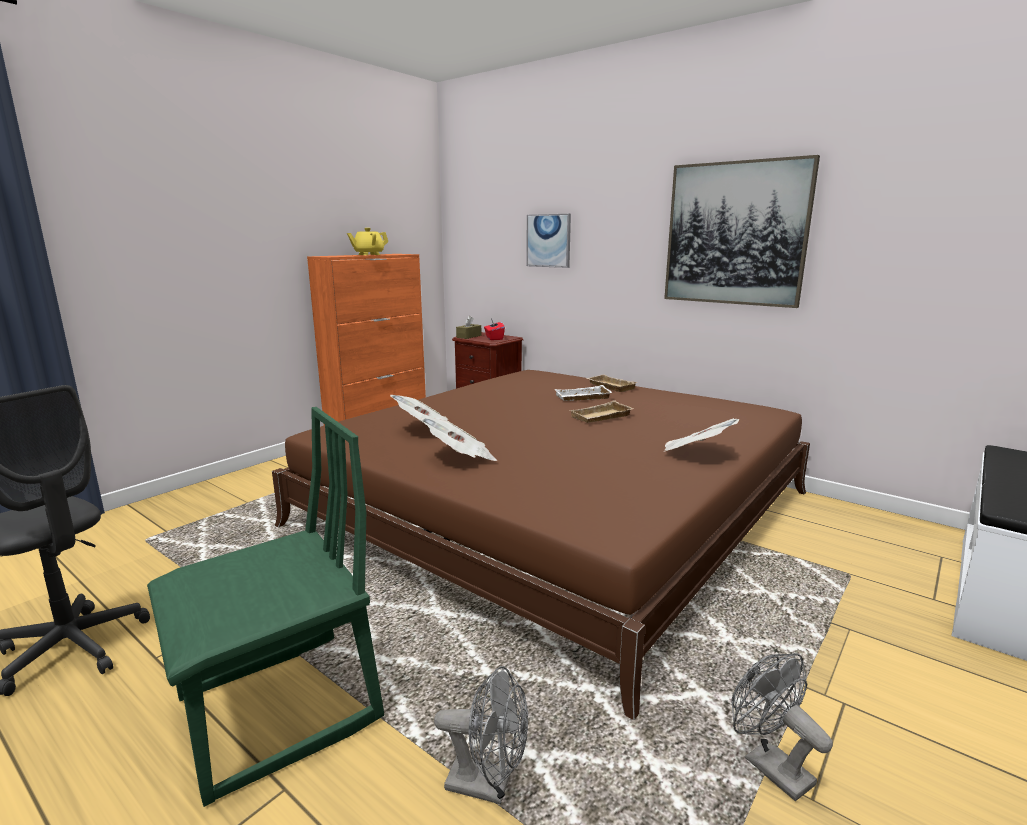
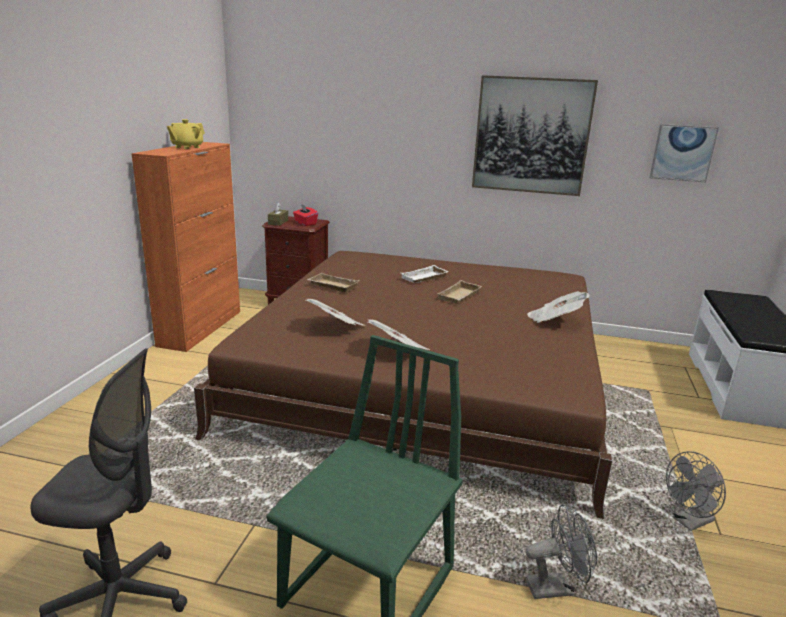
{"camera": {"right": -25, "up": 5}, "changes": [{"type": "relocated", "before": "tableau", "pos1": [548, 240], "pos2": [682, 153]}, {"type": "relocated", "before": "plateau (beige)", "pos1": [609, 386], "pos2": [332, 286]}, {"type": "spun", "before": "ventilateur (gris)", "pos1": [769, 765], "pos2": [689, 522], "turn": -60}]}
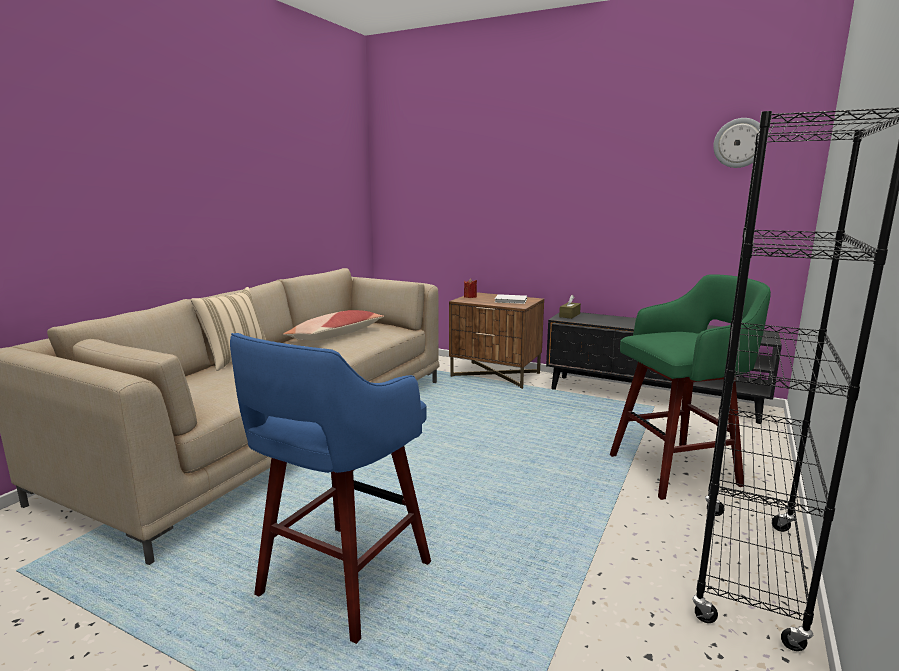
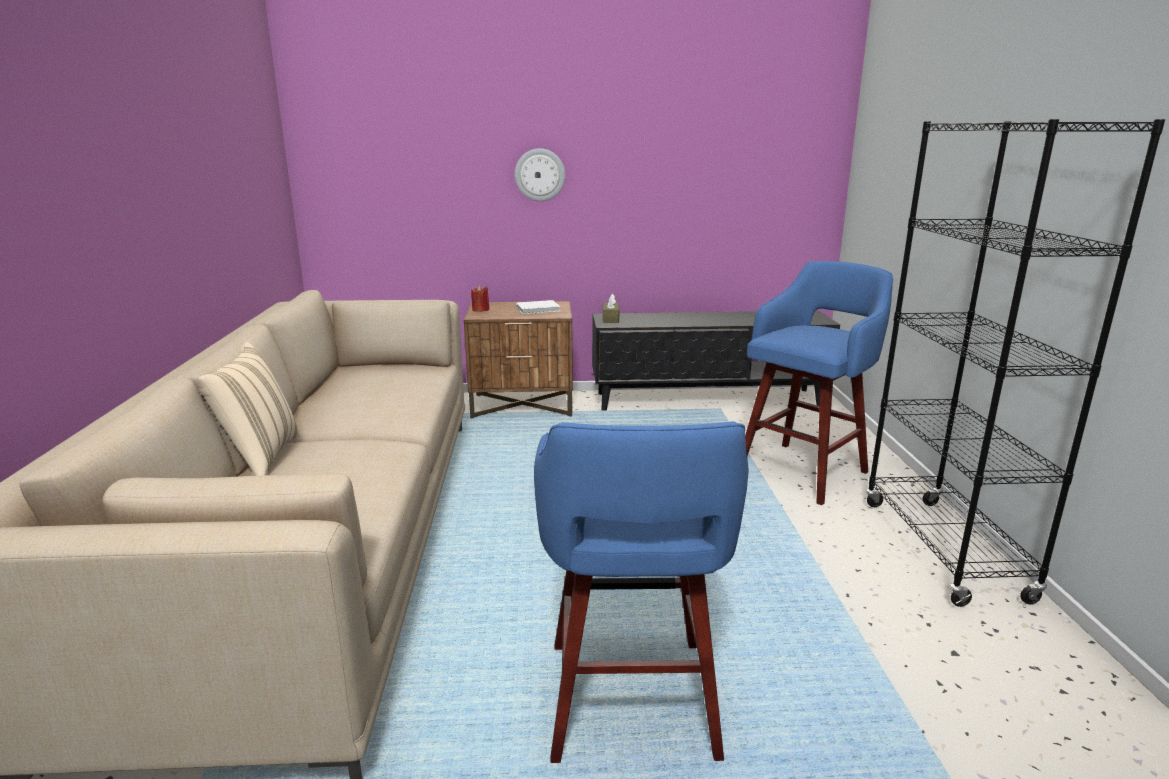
{"camera": {"right": -30, "up": 5}, "changes": [{"type": "relocated", "before": "horloge murale", "pos1": [739, 143], "pos2": [540, 175]}, {"type": "colour", "before": "tabouret (vert)", "after": "tabouret (bleu)", "pos1": [677, 469], "pos2": [804, 471]}, {"type": "missing", "before": "coussin", "pos1": [335, 336]}]}
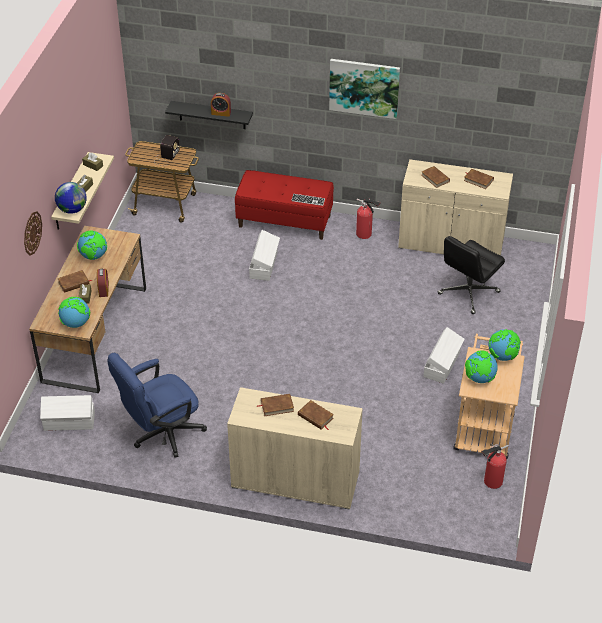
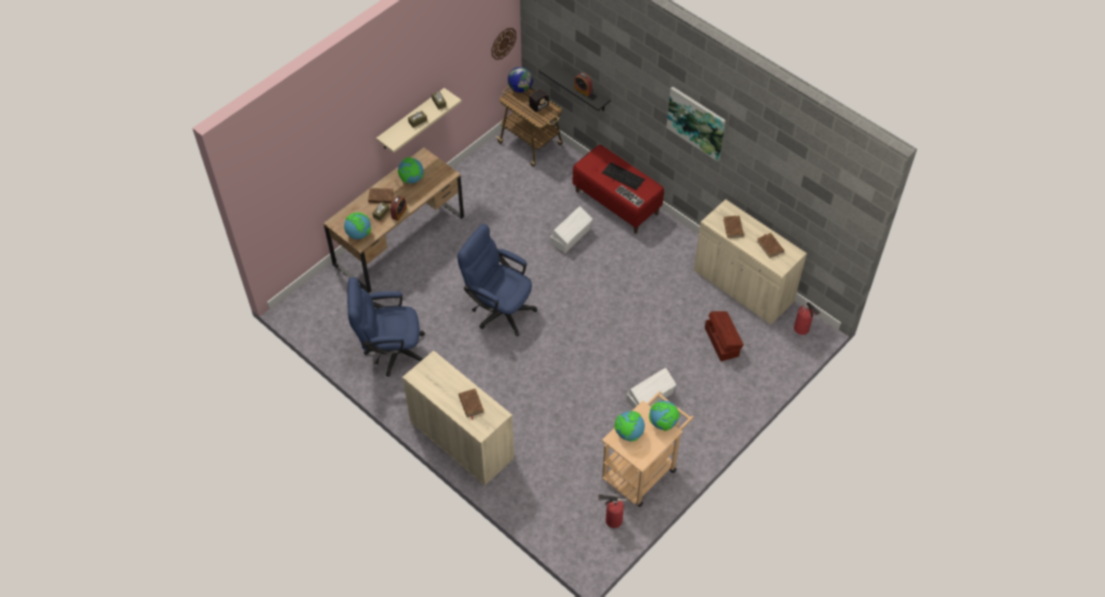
{"camera": {"right": 30, "up": 10}, "changes": [{"type": "relocated", "before": "globe", "pos1": [72, 209], "pos2": [520, 88]}, {"type": "relocated", "before": "extincteur", "pos1": [365, 234], "pos2": [802, 329]}, {"type": "relocated", "before": "horloge murale", "pos1": [32, 233], "pos2": [503, 43]}, {"type": "exchanged", "before": "chaise de bureau (noir)", "after": "boîte de rangement (marron)", "pos1": [468, 293], "pos2": [722, 341]}, {"type": "missing", "before": "livre (marron)", "pos1": [277, 406]}, {"type": "missing", "before": "boîte de rangement (blanc)", "pos1": [69, 422]}, {"type": "appeared", "after": "clavier", "pos2": [623, 176]}, {"type": "appeared", "after": "chaise de bureau (bleu)", "pos2": [499, 309]}]}
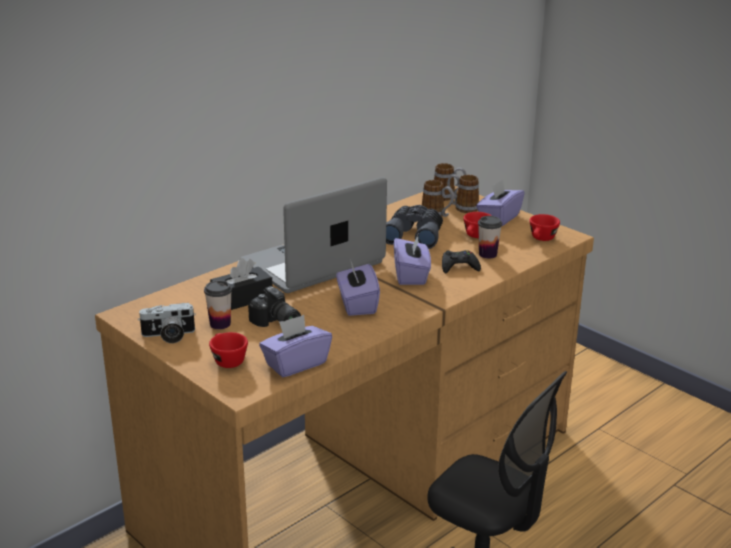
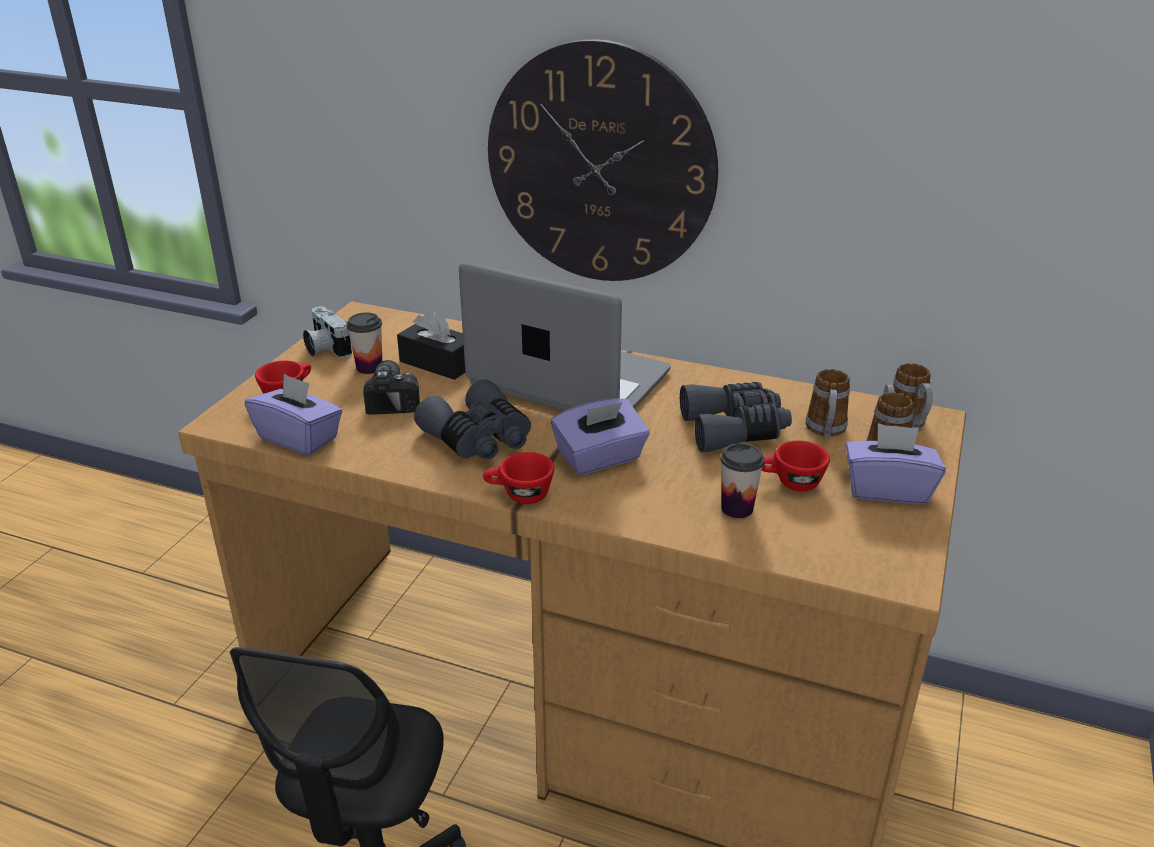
{"camera": {"right": 65, "up": 5}, "changes": [{"type": "relocated", "before": "tasse (rouge)", "pos1": [541, 239], "pos2": [519, 495]}, {"type": "missing", "before": "manette (noir)", "pos1": [459, 266]}, {"type": "exchanged", "before": "boîte à mouchoirs (violet)", "after": "jumelles (gris)", "pos1": [357, 304], "pos2": [479, 439]}, {"type": "spun", "before": "appareil photo", "pos1": [276, 322], "pos2": [394, 398], "turn": 150}, {"type": "appeared", "after": "horloge murale", "pos2": [600, 165]}]}
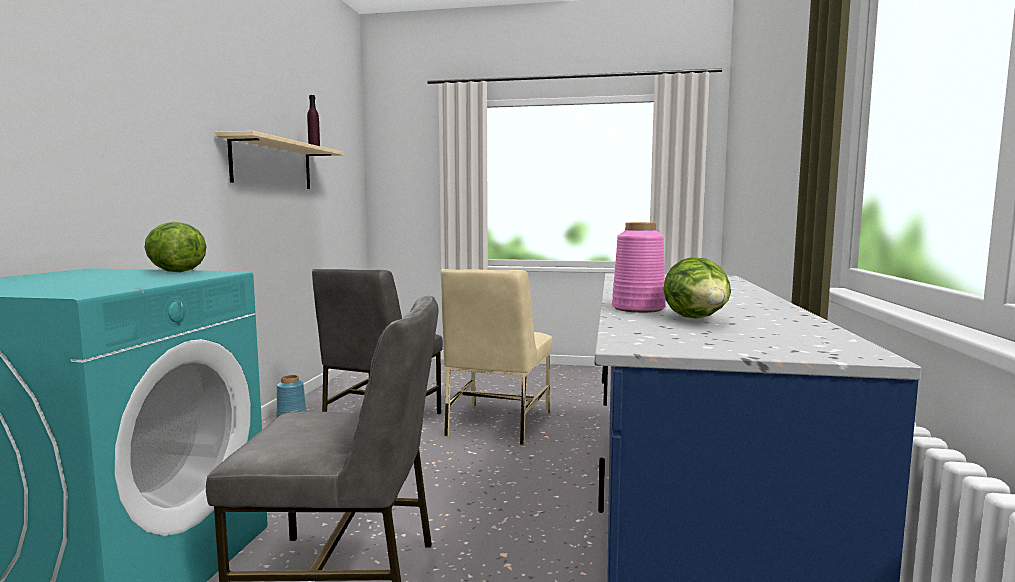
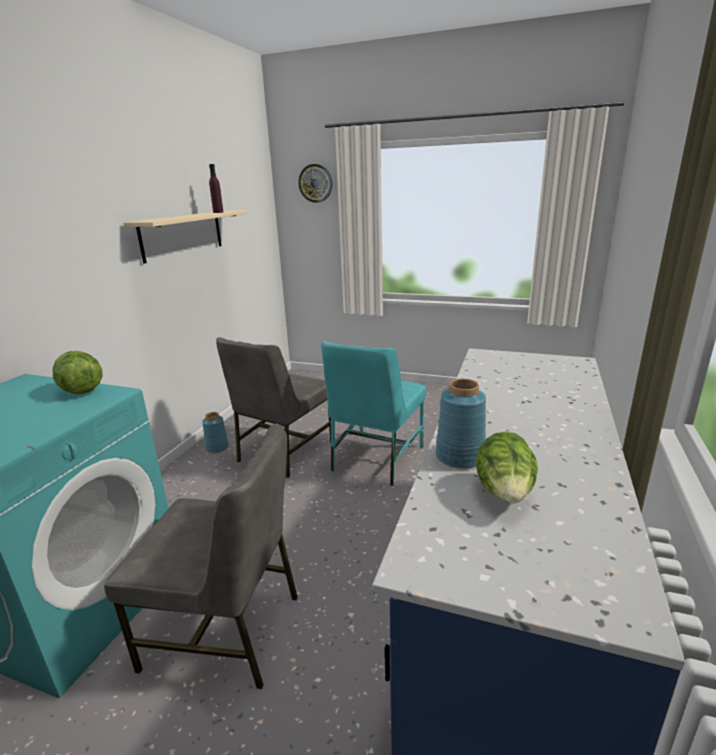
{"camera": {"right": 10, "up": 15}, "changes": [{"type": "colour", "before": "vase (rose)", "after": "vase (bleu)", "pos1": [639, 309], "pos2": [460, 457]}, {"type": "colour", "before": "chaise (beige)", "after": "chaise (turquoise)", "pos1": [496, 424], "pos2": [375, 459]}, {"type": "appeared", "after": "horloge murale", "pos2": [315, 183]}]}
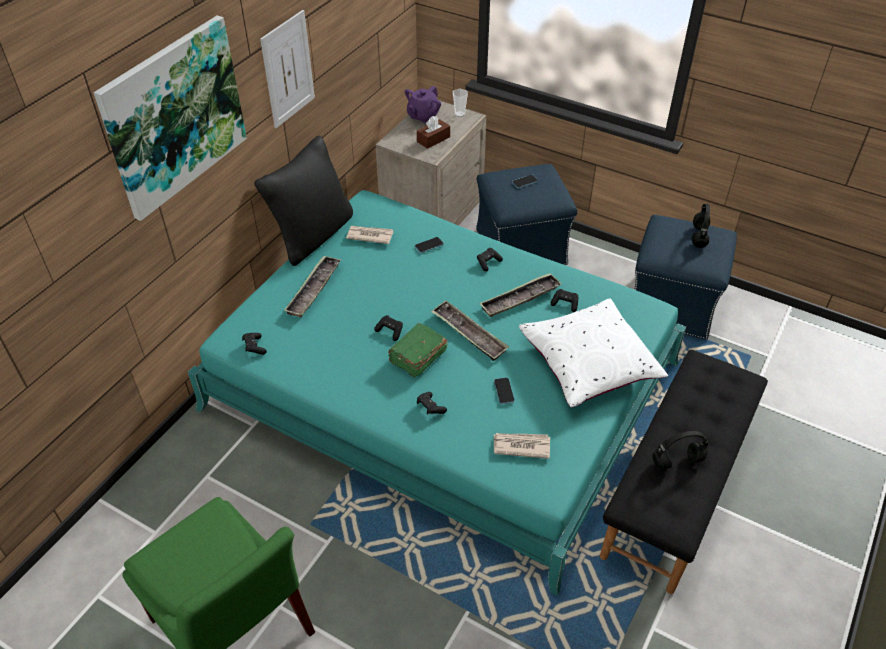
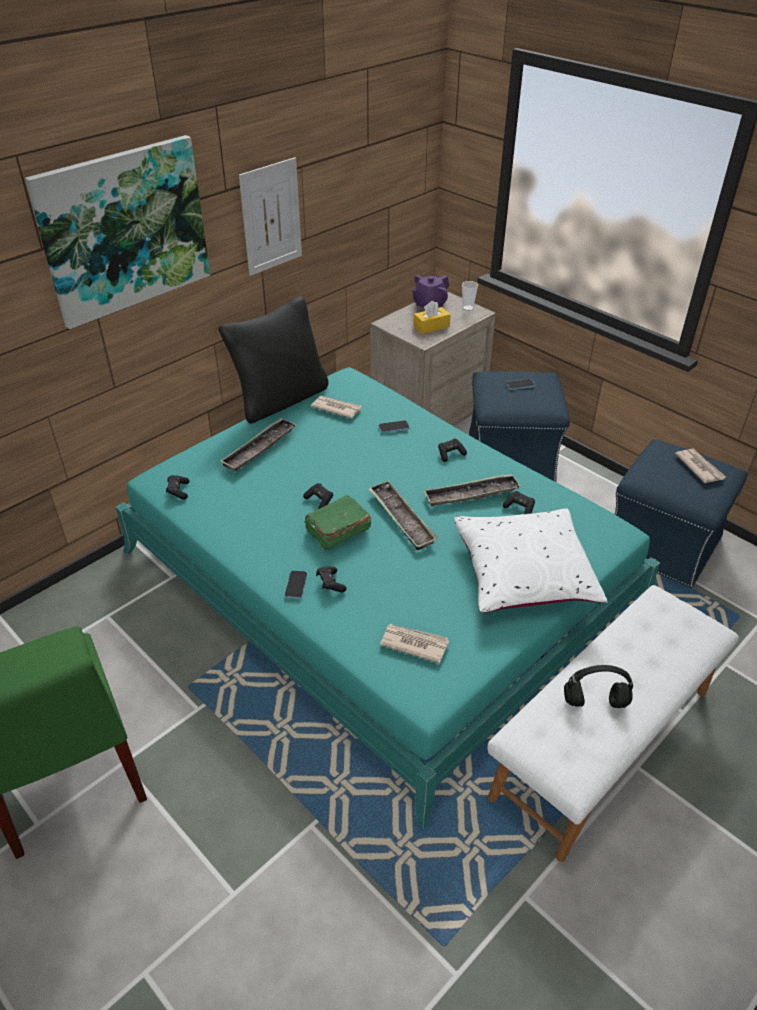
{"camera": {"right": 15, "up": -5}, "changes": [{"type": "colour", "before": "boîte à mouchoirs (marron)", "after": "boîte à mouchoirs (jaune)", "pos1": [433, 139], "pos2": [431, 326]}, {"type": "exchanged", "before": "casque audio (noir)", "after": "journal", "pos1": [698, 236], "pos2": [699, 467]}, {"type": "colour", "before": "banc (noir)", "after": "banc (blanc)", "pos1": [673, 488], "pos2": [601, 742]}, {"type": "relocated", "before": "téléphone", "pos1": [504, 391], "pos2": [296, 585]}]}
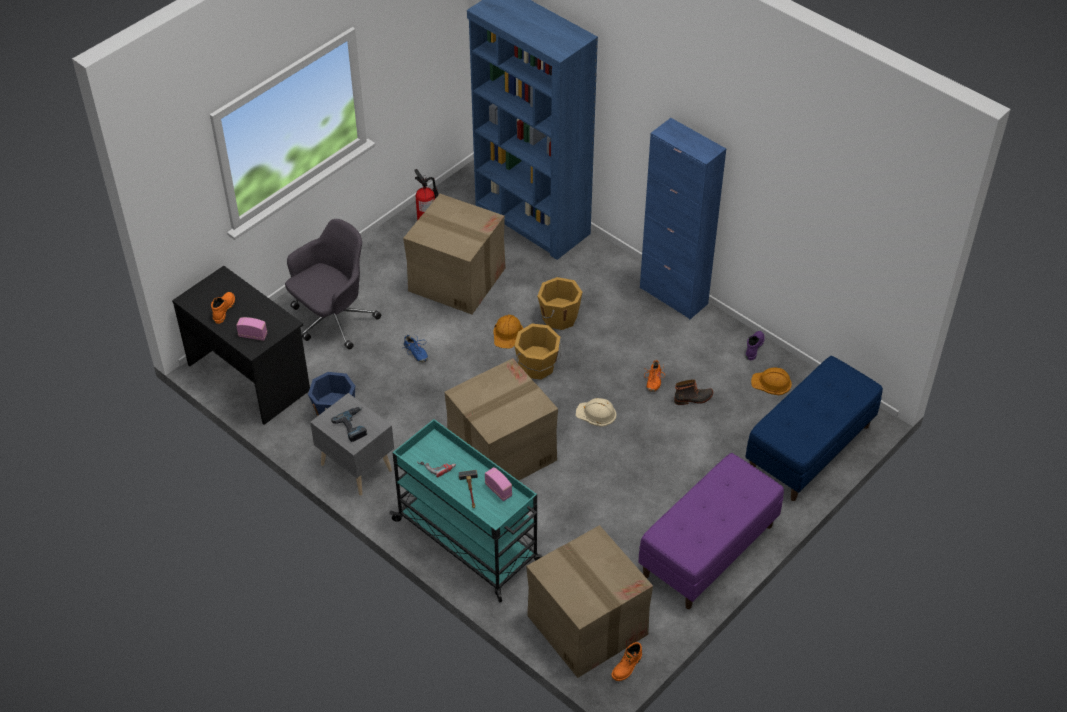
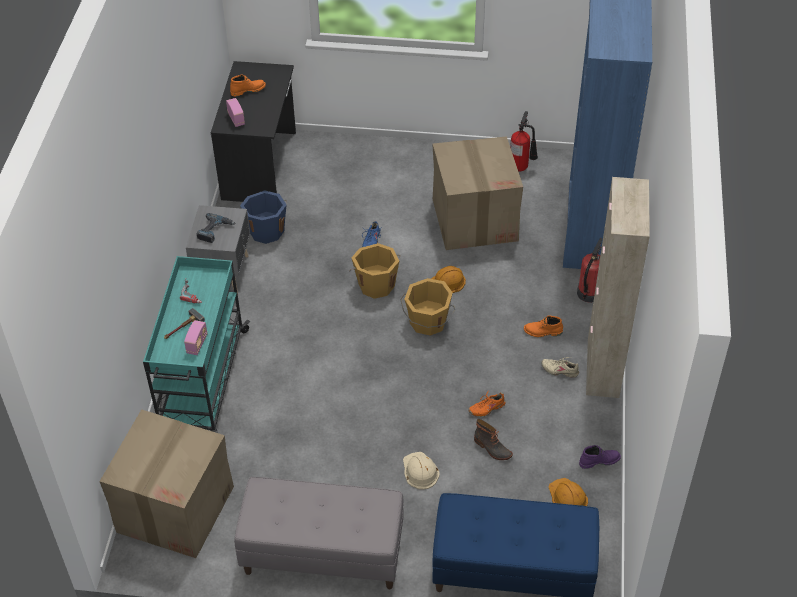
{"camera": {"right": 55, "up": 0}, "changes": [{"type": "colour", "before": "meuble de rangement (bleu)", "after": "meuble de rangement (beige)", "pos1": [673, 296], "pos2": [602, 368]}, {"type": "missing", "before": "chaise de bureau (gris)", "pos1": [332, 320]}, {"type": "relocated", "before": "seau (orange)", "pos1": [558, 317], "pos2": [376, 284]}, {"type": "missing", "before": "carton", "pos1": [501, 452]}, {"type": "relocated", "before": "casque de chantier (beige)", "pos1": [596, 413], "pos2": [420, 471]}, {"type": "colour", "before": "banc (violet)", "after": "banc (gris)", "pos1": [708, 551], "pos2": [322, 554]}, {"type": "relocated", "before": "botte (orange)", "pos1": [627, 667], "pos2": [542, 332]}, {"type": "appeared", "after": "extincteur", "pos2": [588, 293]}, {"type": "appeared", "after": "chaussure (beige)", "pos2": [560, 370]}]}
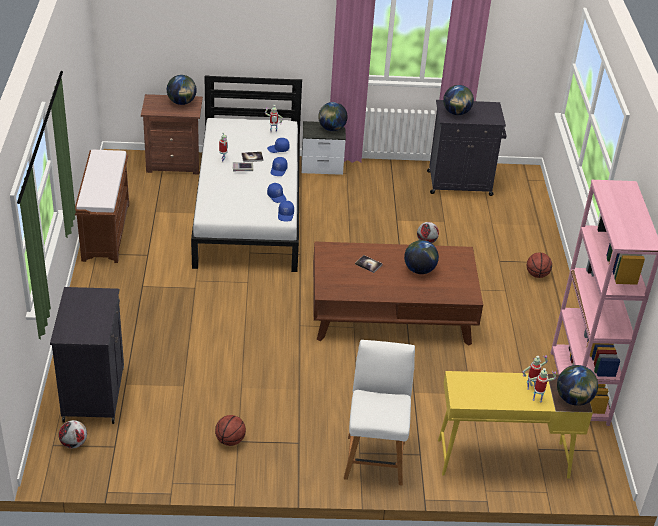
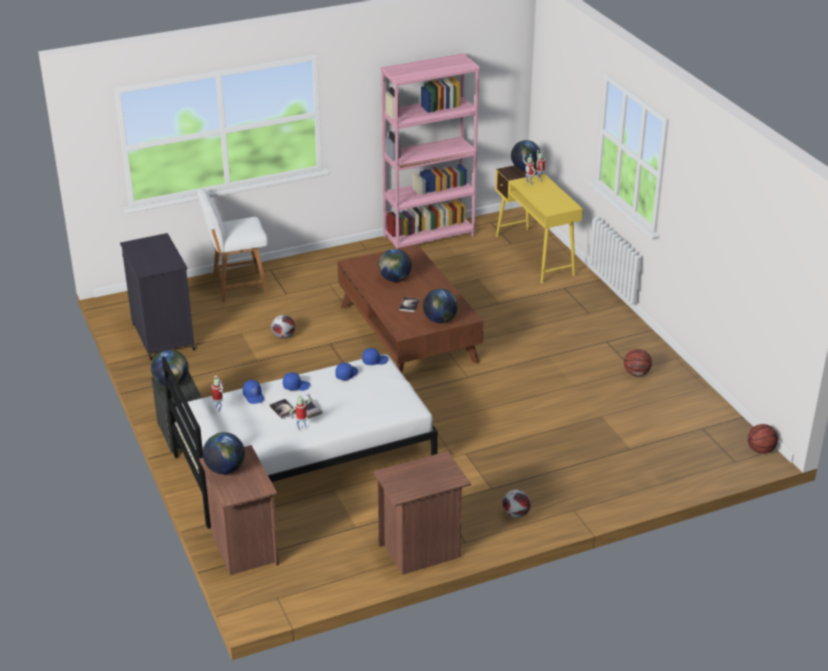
{"camera": {"right": -110, "up": -5}, "changes": [{"type": "relocated", "before": "globe", "pos1": [456, 113], "pos2": [440, 320]}, {"type": "exchanged", "before": "banc (marron)", "after": "table de chevet (marron)", "pos1": [105, 231], "pos2": [421, 551]}, {"type": "relocated", "before": "ballon de basket", "pos1": [537, 274], "pos2": [760, 450]}, {"type": "missing", "before": "meuble de rangement (noir)", "pos1": [94, 393]}, {"type": "relocated", "before": "chaise (blanc)", "pos1": [375, 458], "pos2": [237, 287]}, {"type": "relocated", "before": "ballon de foot", "pos1": [73, 443], "pos2": [515, 514]}]}
